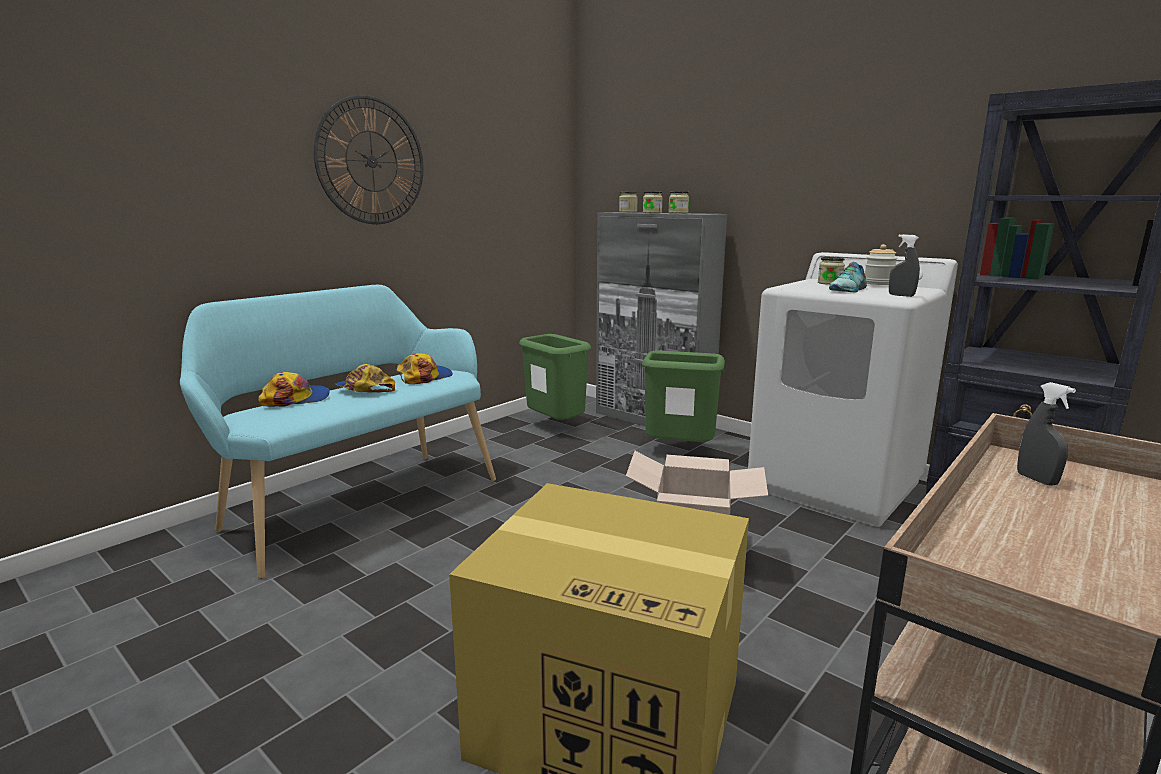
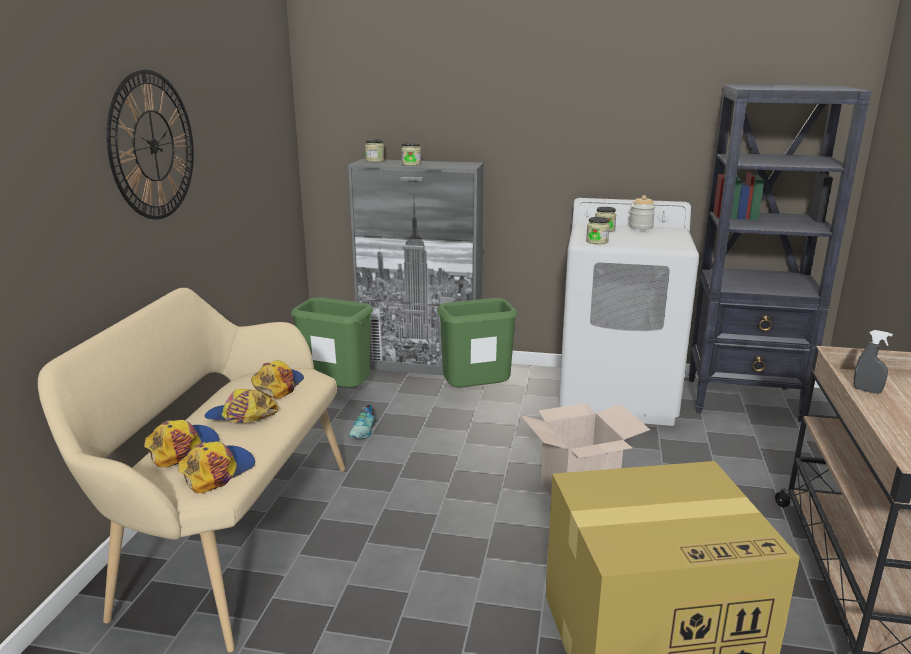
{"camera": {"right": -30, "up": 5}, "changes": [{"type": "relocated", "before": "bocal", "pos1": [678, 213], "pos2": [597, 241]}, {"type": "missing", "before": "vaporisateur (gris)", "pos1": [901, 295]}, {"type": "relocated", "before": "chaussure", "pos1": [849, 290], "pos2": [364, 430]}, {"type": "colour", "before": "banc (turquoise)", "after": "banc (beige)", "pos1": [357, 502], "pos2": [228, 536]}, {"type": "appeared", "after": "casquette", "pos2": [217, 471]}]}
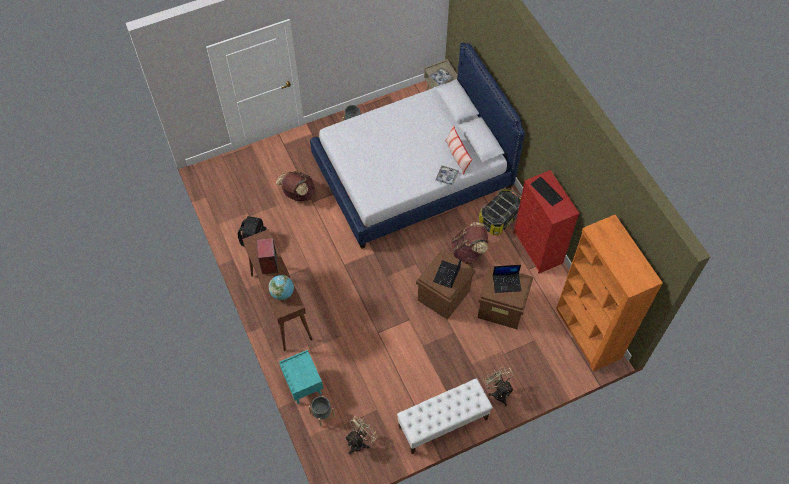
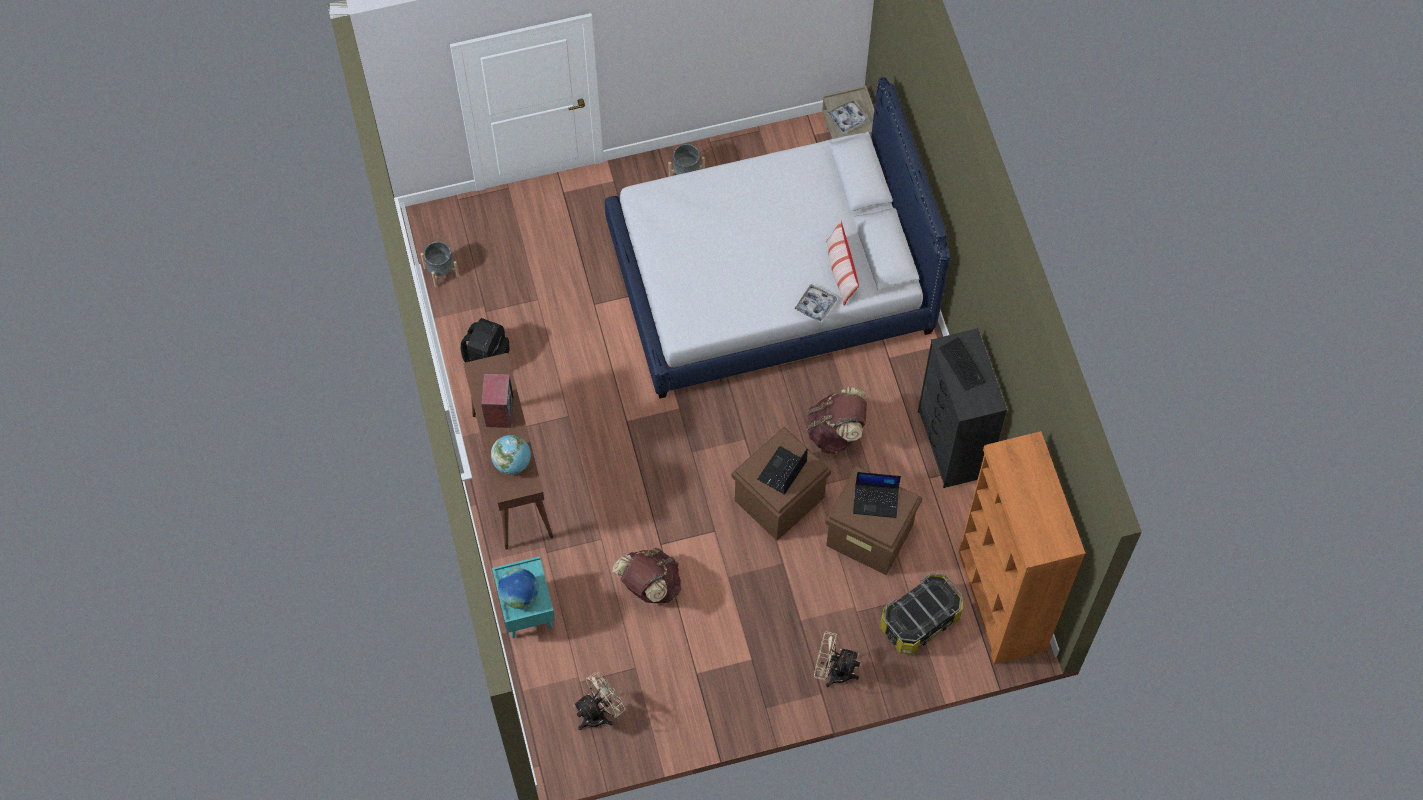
{"camera": {"right": 10, "up": 5}, "changes": [{"type": "colour", "before": "commode (rouge)", "after": "commode (noir)", "pos1": [538, 248], "pos2": [953, 444]}, {"type": "relocated", "before": "sac à dos (marron)", "pos1": [298, 194], "pos2": [649, 586]}, {"type": "relocated", "before": "boîte de rangement", "pos1": [499, 218], "pos2": [919, 620]}, {"type": "spun", "before": "ventilateur (beige)", "pos1": [498, 392], "pos2": [833, 672], "turn": -60}, {"type": "missing", "before": "banc (blanc)", "pos1": [442, 423]}, {"type": "relocated", "before": "cache-pot (gris)", "pos1": [322, 414], "pos2": [441, 272]}, {"type": "appeared", "after": "globe", "pos2": [519, 595]}]}
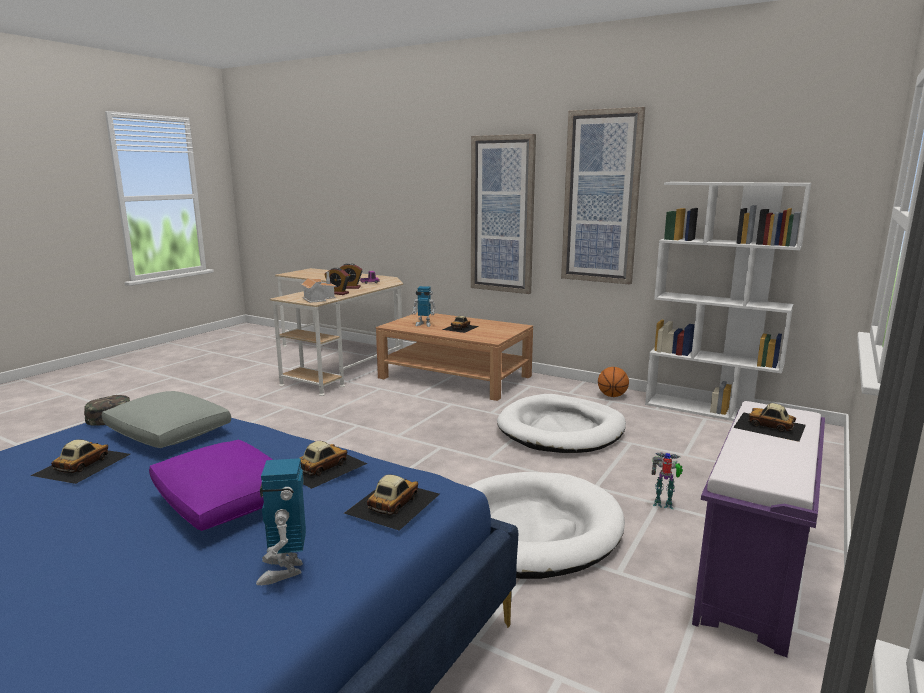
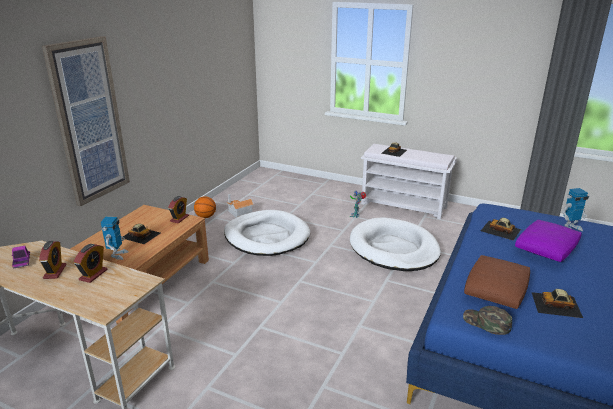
{"camera": {"right": -95, "up": 10}, "changes": [{"type": "missing", "before": "tableau", "pos1": [601, 198]}, {"type": "missing", "before": "bibliothèque (blanc)", "pos1": [710, 410]}, {"type": "relocated", "before": "maison miniature", "pos1": [318, 298], "pos2": [239, 212]}, {"type": "colour", "before": "coussin (gris)", "after": "coussin (marron)", "pos1": [168, 433], "pos2": [496, 290]}, {"type": "colour", "before": "banc (violet)", "after": "banc (blanc)", "pos1": [753, 576], "pos2": [404, 205]}, {"type": "missing", "before": "petite voiture", "pos1": [392, 503]}, {"type": "appeared", "after": "réveil", "pos2": [179, 218]}]}
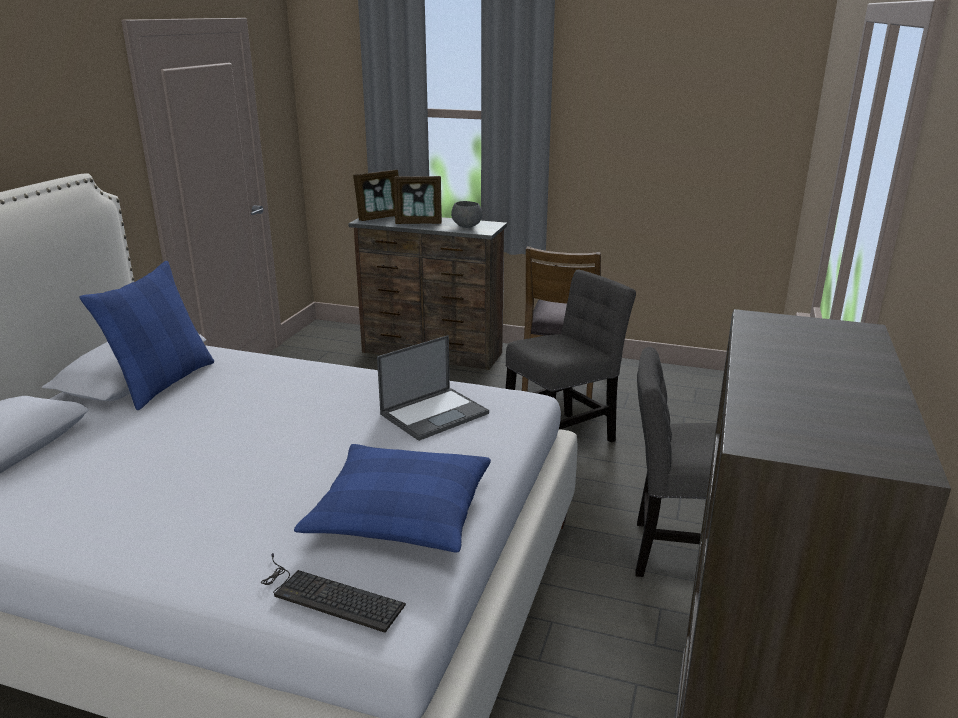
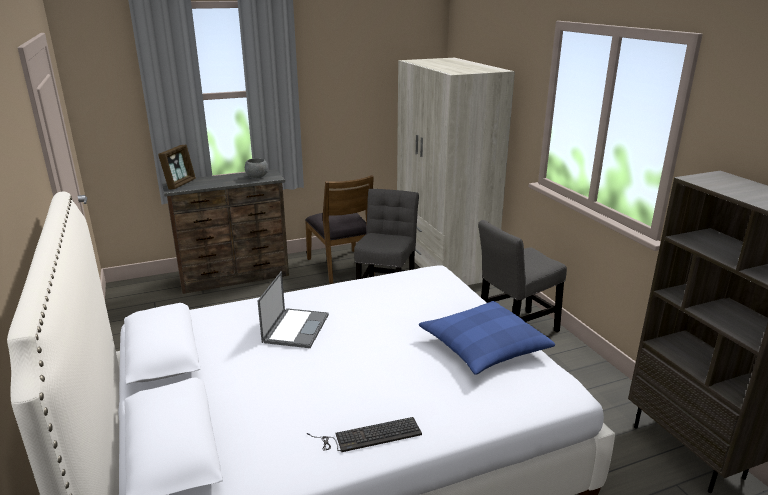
{"camera": {"right": -40, "up": 0}, "changes": [{"type": "missing", "before": "cadre photo", "pos1": [419, 223]}, {"type": "missing", "before": "coussin (bleu)", "pos1": [163, 382]}, {"type": "relocated", "before": "ordinateur portable", "pos1": [435, 413], "pos2": [296, 328]}, {"type": "relocated", "before": "clavier", "pos1": [326, 595], "pos2": [367, 436]}, {"type": "appeared", "after": "armoire (beige)", "pos2": [443, 262]}]}
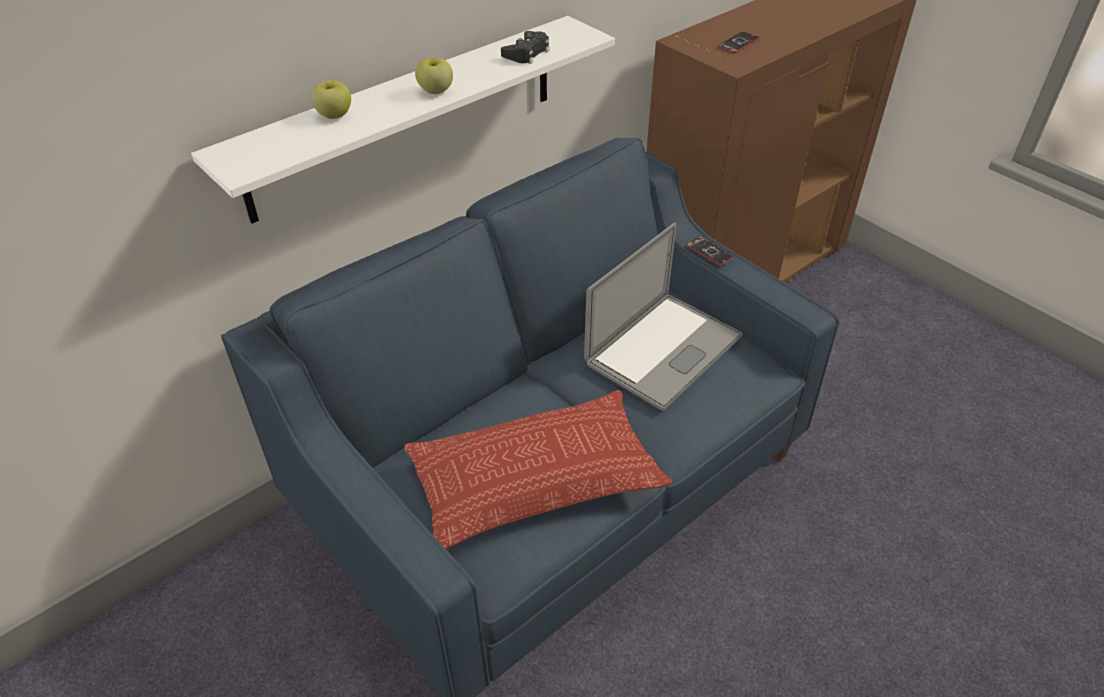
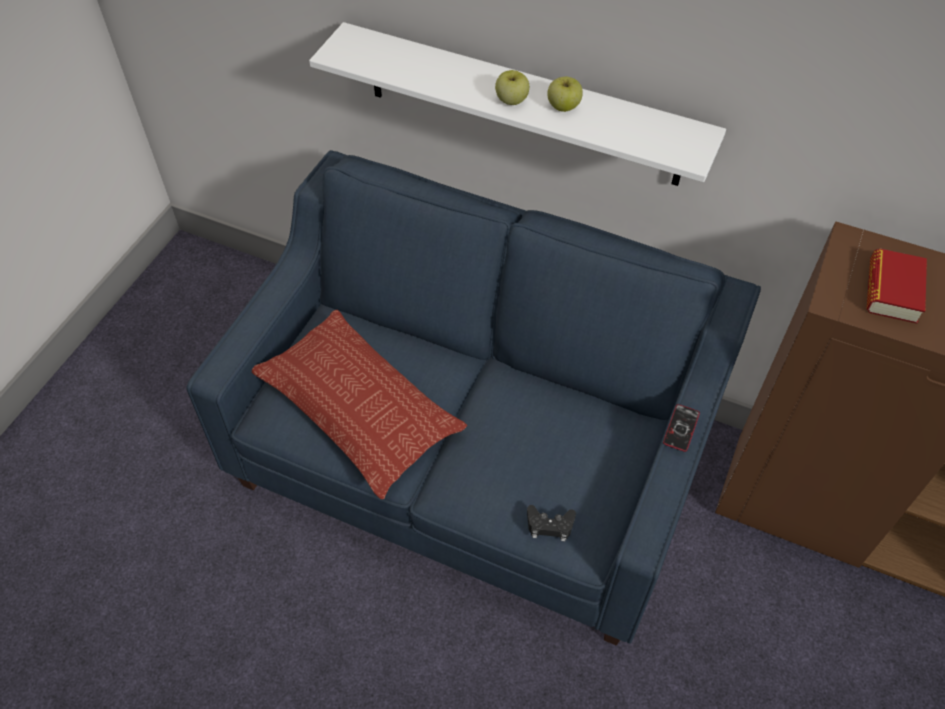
{"camera": {"right": 65, "up": 10}, "changes": [{"type": "relocated", "before": "manette (noir)", "pos1": [527, 53], "pos2": [550, 525]}, {"type": "exchanged", "before": "téléphone", "after": "livre", "pos1": [738, 43], "pos2": [892, 291]}, {"type": "relocated", "before": "pomme", "pos1": [334, 115], "pos2": [563, 106]}, {"type": "missing", "before": "ordinateur portable", "pos1": [663, 350]}]}
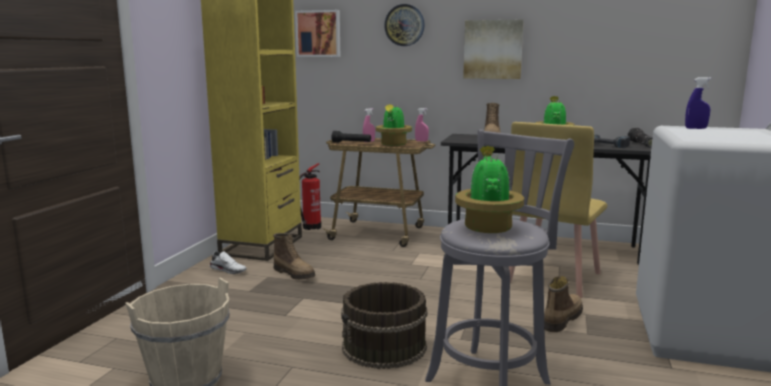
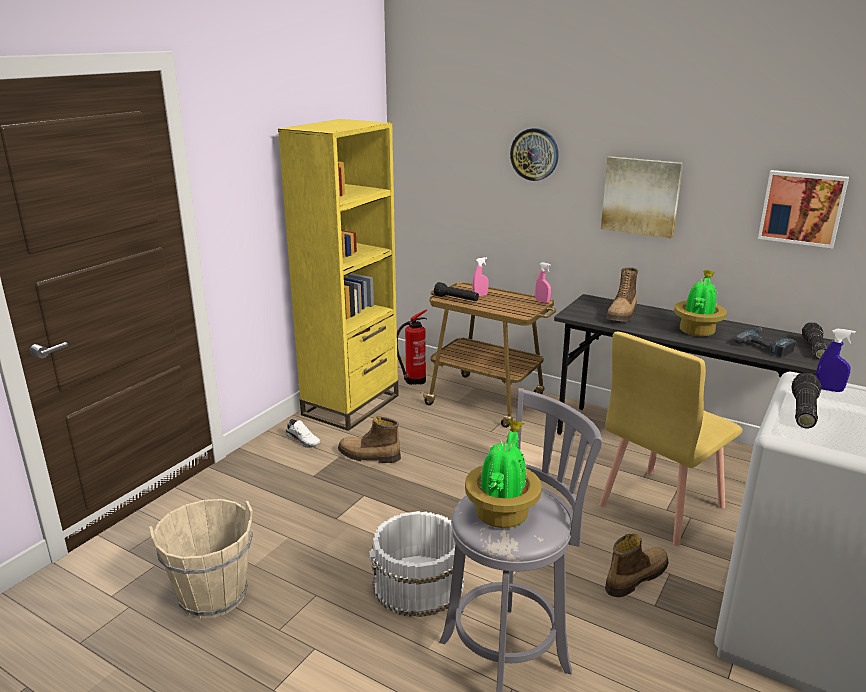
{"camera": {"right": 15, "up": 10}, "changes": [{"type": "relocated", "before": "tableau", "pos1": [318, 33], "pos2": [802, 208]}, {"type": "missing", "before": "plante en pot", "pos1": [393, 144]}, {"type": "spun", "before": "botte", "pos1": [295, 274], "pos2": [368, 456], "turn": 135}, {"type": "colour", "before": "seau (marron)", "after": "seau (blanc)", "pos1": [384, 347], "pos2": [418, 585]}, {"type": "appeared", "after": "lampe de poche", "pos2": [802, 410]}]}
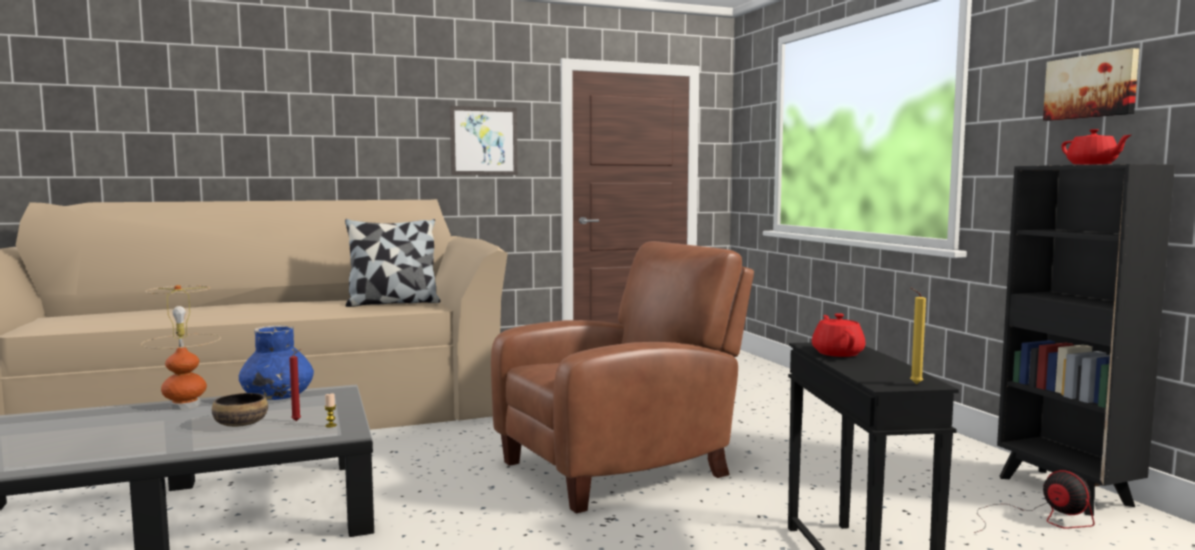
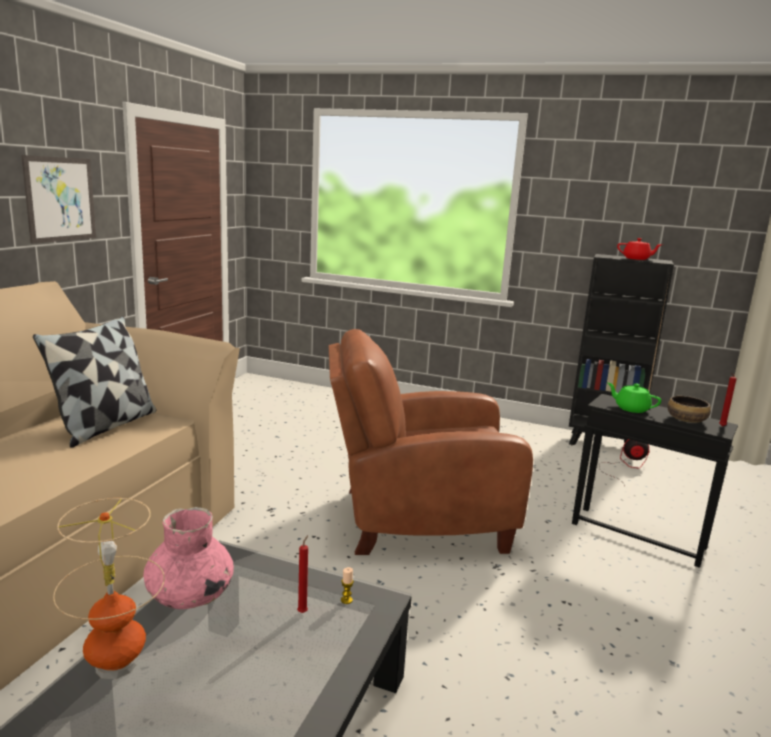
{"camera": {"right": -50, "up": 10}, "changes": [{"type": "missing", "before": "tableau", "pos1": [1091, 86]}, {"type": "spun", "before": "fauteuil (marron)", "pos1": [621, 467], "pos2": [416, 520], "turn": -105}, {"type": "colour", "before": "bougie (jaune)", "after": "bougie (rouge)", "pos1": [914, 384], "pos2": [721, 426]}, {"type": "colour", "before": "théière (rouge)", "after": "théière (vert)", "pos1": [837, 353], "pos2": [631, 408]}, {"type": "colour", "before": "vase (bleu)", "after": "vase (rose)", "pos1": [277, 397], "pos2": [189, 595]}, {"type": "relocated", "before": "bol", "pos1": [240, 424], "pos2": [686, 420]}]}
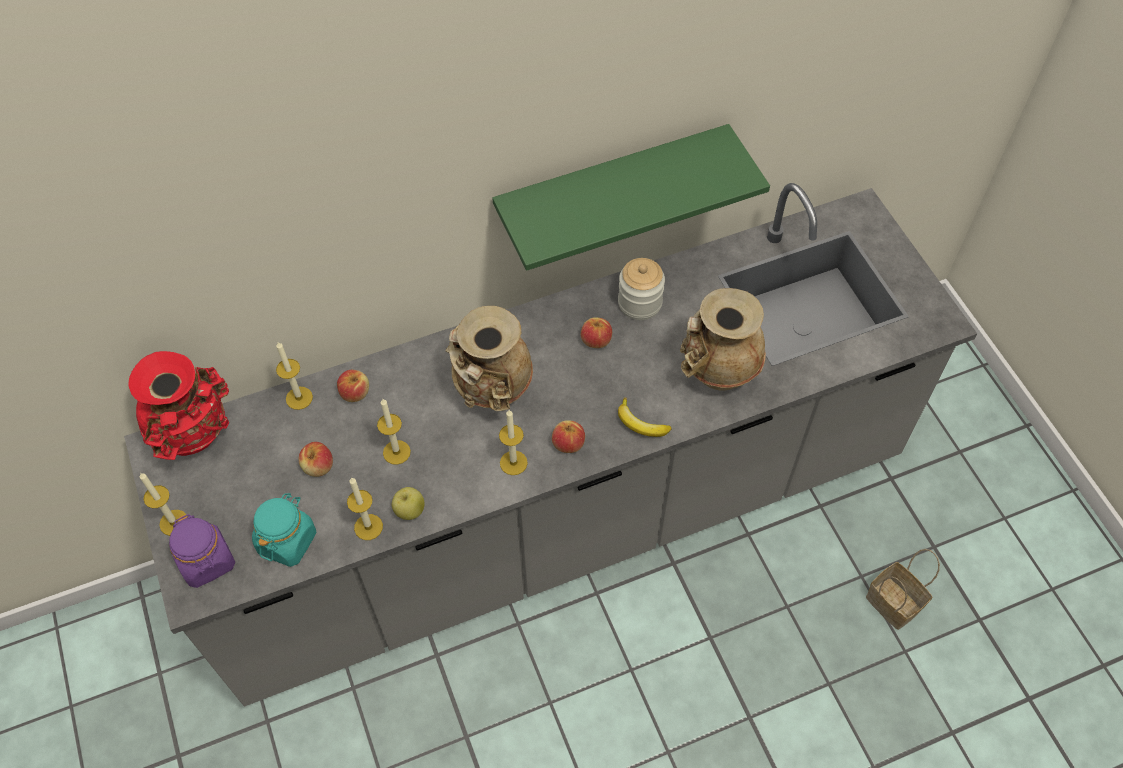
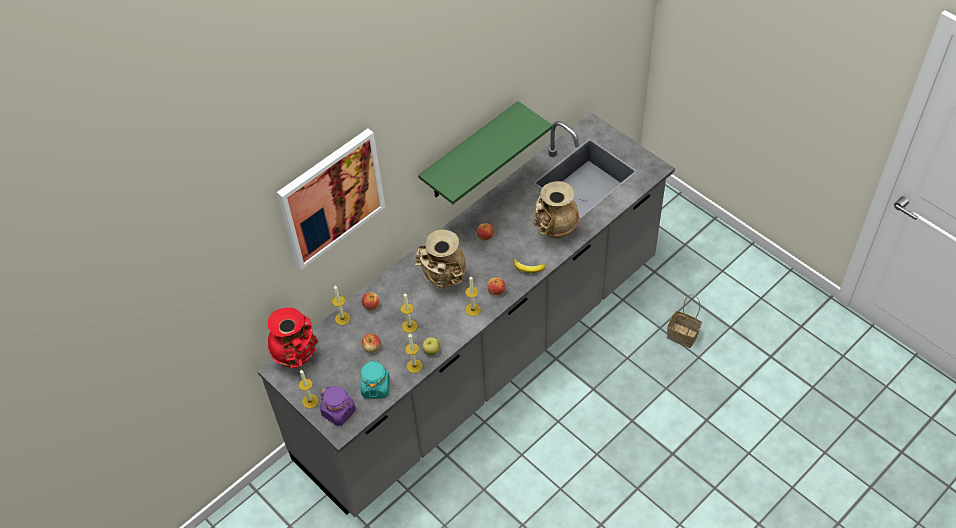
{"camera": {"right": -20, "up": -5}, "changes": [{"type": "missing", "before": "bocal", "pos1": [639, 303]}, {"type": "appeared", "after": "tableau", "pos2": [331, 198]}]}
